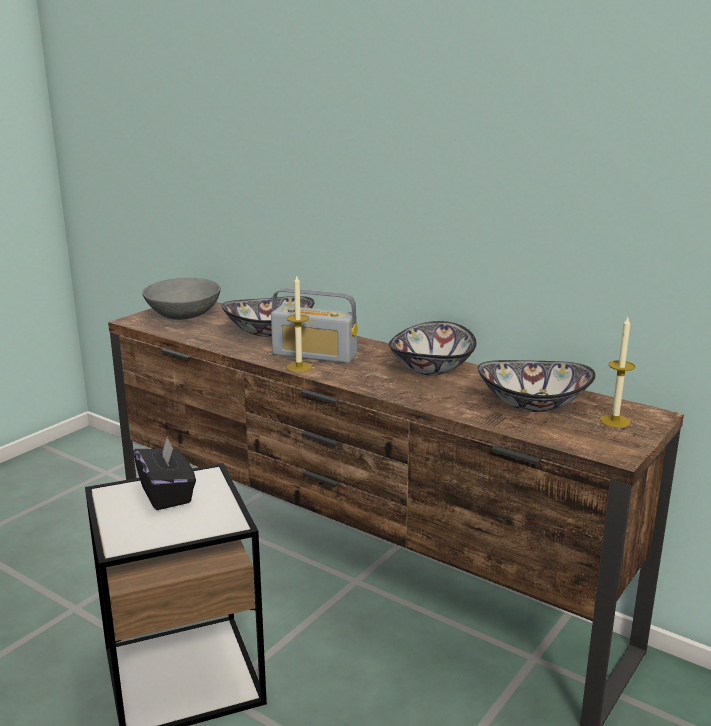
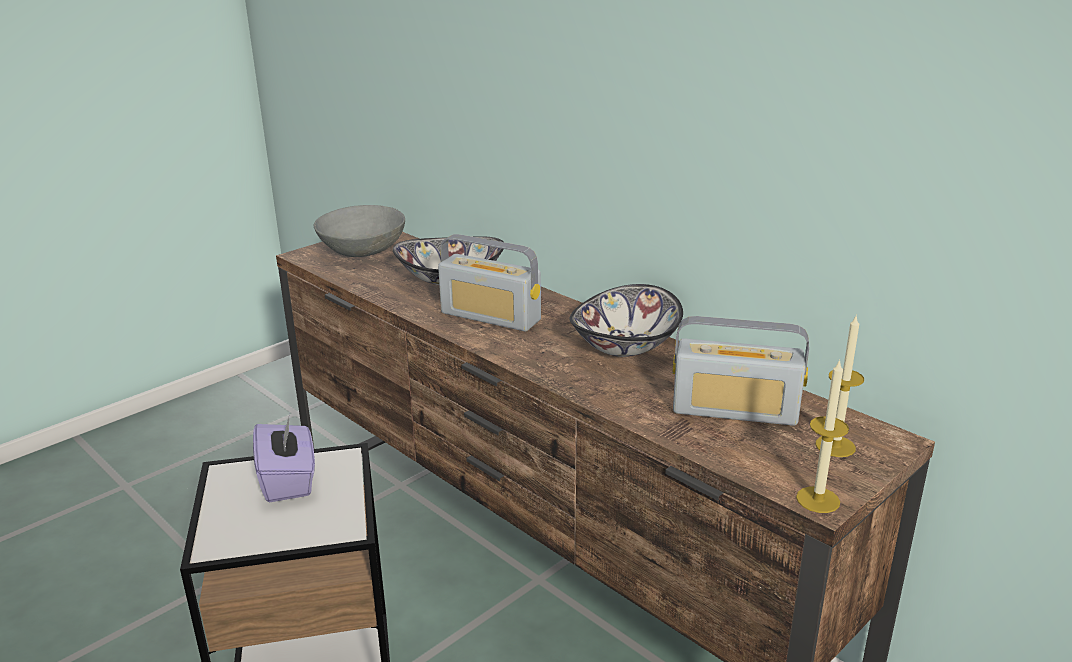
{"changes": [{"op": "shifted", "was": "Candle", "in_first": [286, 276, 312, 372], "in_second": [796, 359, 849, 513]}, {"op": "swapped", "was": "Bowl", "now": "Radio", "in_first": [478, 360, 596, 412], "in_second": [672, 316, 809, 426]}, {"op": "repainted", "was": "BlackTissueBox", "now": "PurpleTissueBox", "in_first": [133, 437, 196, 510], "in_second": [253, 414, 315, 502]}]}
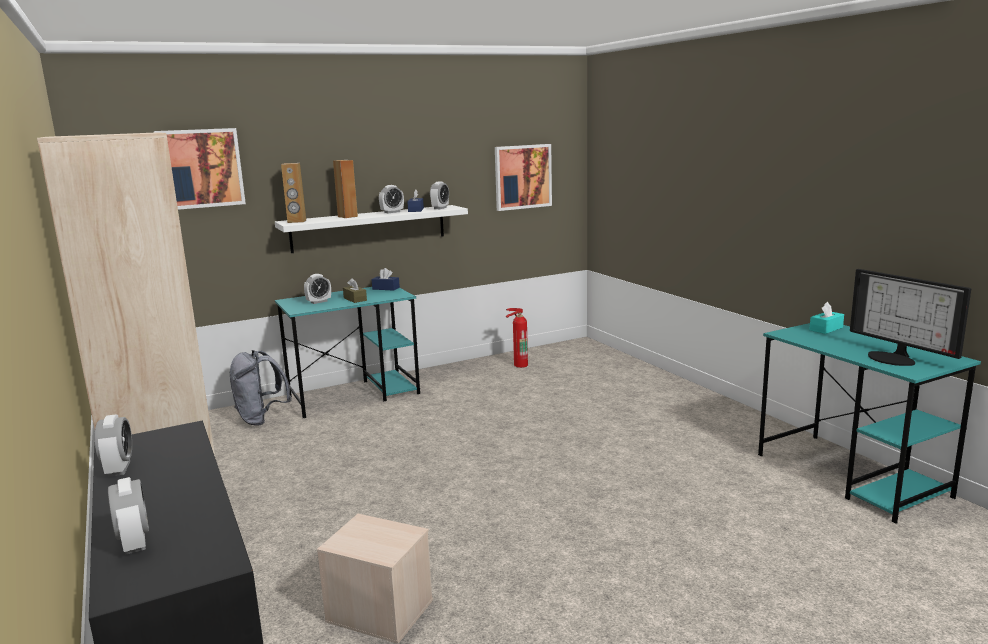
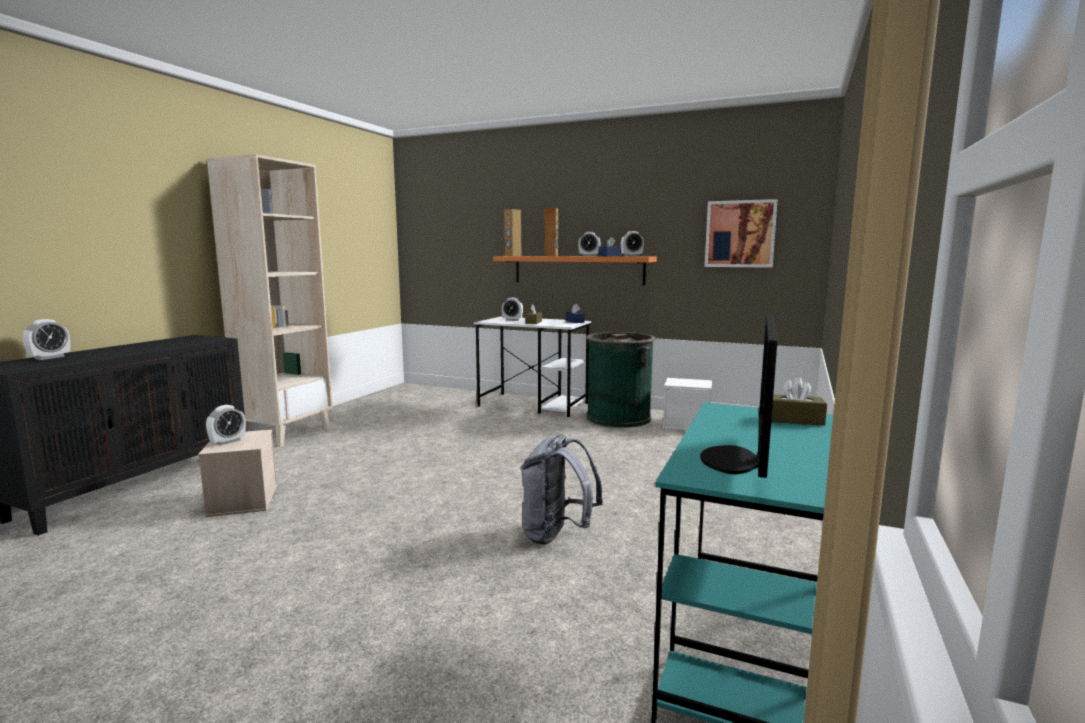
{"changes": [{"op": "gone", "was": "Picture", "in_first": [154, 128, 246, 210]}, {"op": "repainted", "was": "WhiteShelf", "now": "OrangeShelf", "in_first": [275, 205, 468, 253], "in_second": [493, 256, 657, 285]}, {"op": "repainted", "was": "TurquoiseDesk", "now": "WhiteDesk", "in_first": [275, 287, 420, 418], "in_second": [474, 317, 591, 417]}, {"op": "repainted", "was": "TurquoiseTissueBox", "now": "BrownTissueBox", "in_first": [809, 302, 844, 334], "in_second": [771, 377, 827, 426]}, {"op": "swapped", "was": "FireExtinguisher", "now": "WhiteStorageBox", "in_first": [506, 308, 528, 368], "in_second": [663, 378, 712, 430]}, {"op": "shifted", "was": "GreyBackpack", "in_first": [229, 350, 292, 426], "in_second": [521, 435, 603, 545]}, {"op": "shifted", "was": "AlarmClock", "in_first": [95, 414, 132, 477], "in_second": [206, 405, 246, 445]}, {"op": "new", "now": "GreenTrashCan", "in_second": [586, 332, 656, 428]}]}
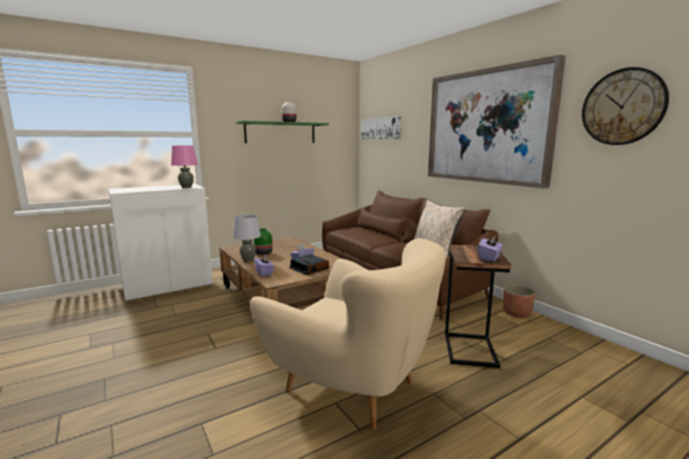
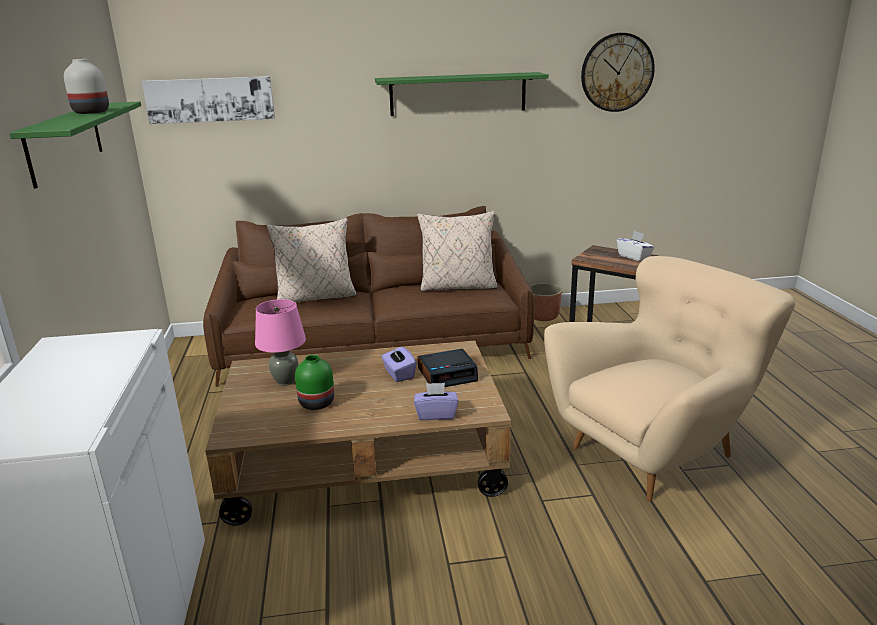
{"changes": [{"op": "swapped", "was": "Picture", "now": "GreenShelf", "in_first": [428, 55, 566, 189], "in_second": [375, 72, 549, 116]}, {"op": "shifted", "was": "PinkTableLamp", "in_first": [171, 146, 198, 188], "in_second": [255, 299, 306, 386]}, {"op": "gone", "was": "GreyTableLamp", "in_first": [233, 214, 261, 261]}, {"op": "repainted", "was": "PurpleTissueBox", "now": "WhiteTissueBox", "in_first": [478, 236, 502, 262], "in_second": [617, 231, 655, 261]}, {"op": "new", "now": "BeigePillow", "in_second": [267, 218, 357, 303]}]}
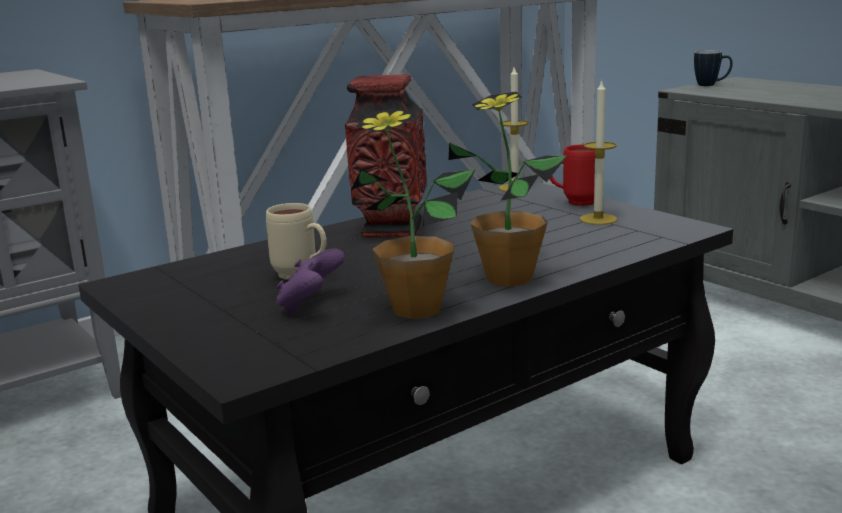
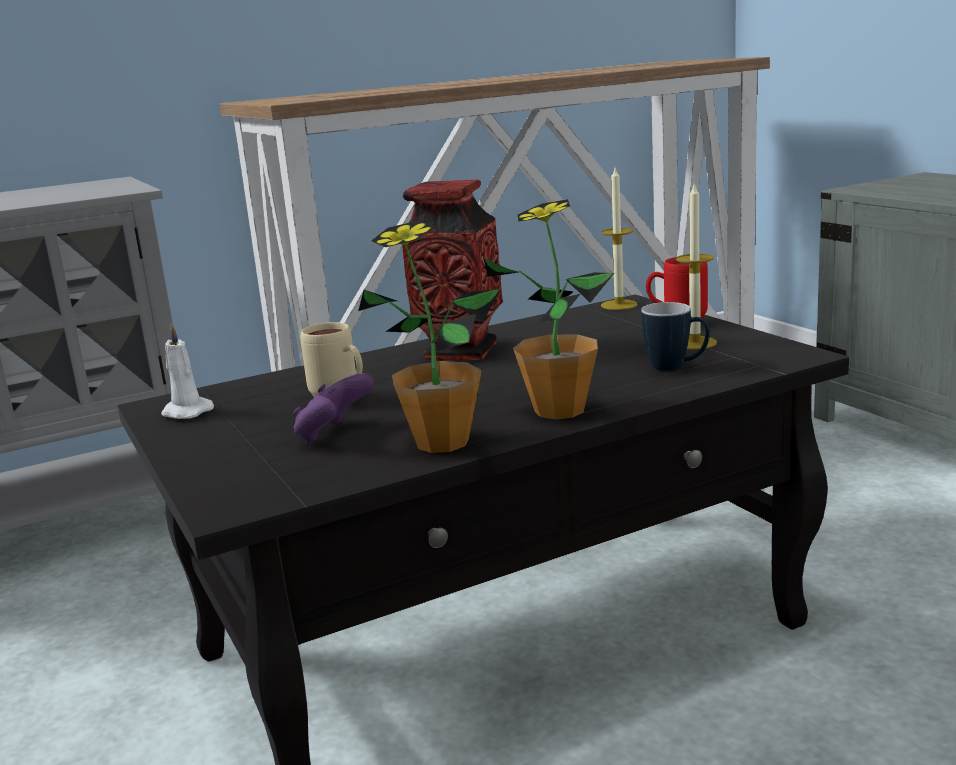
{"changes": [{"op": "shifted", "was": "Mug", "in_first": [694, 50, 733, 86], "in_second": [641, 302, 710, 371]}, {"op": "new", "now": "WhiteCandle", "in_second": [161, 323, 214, 419]}]}
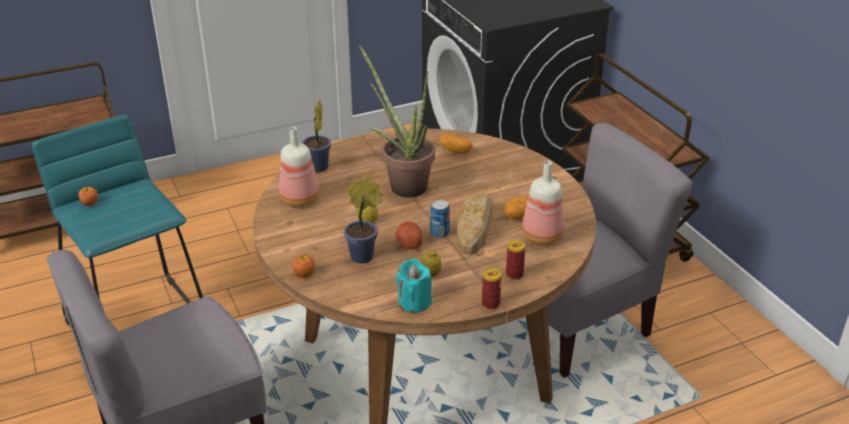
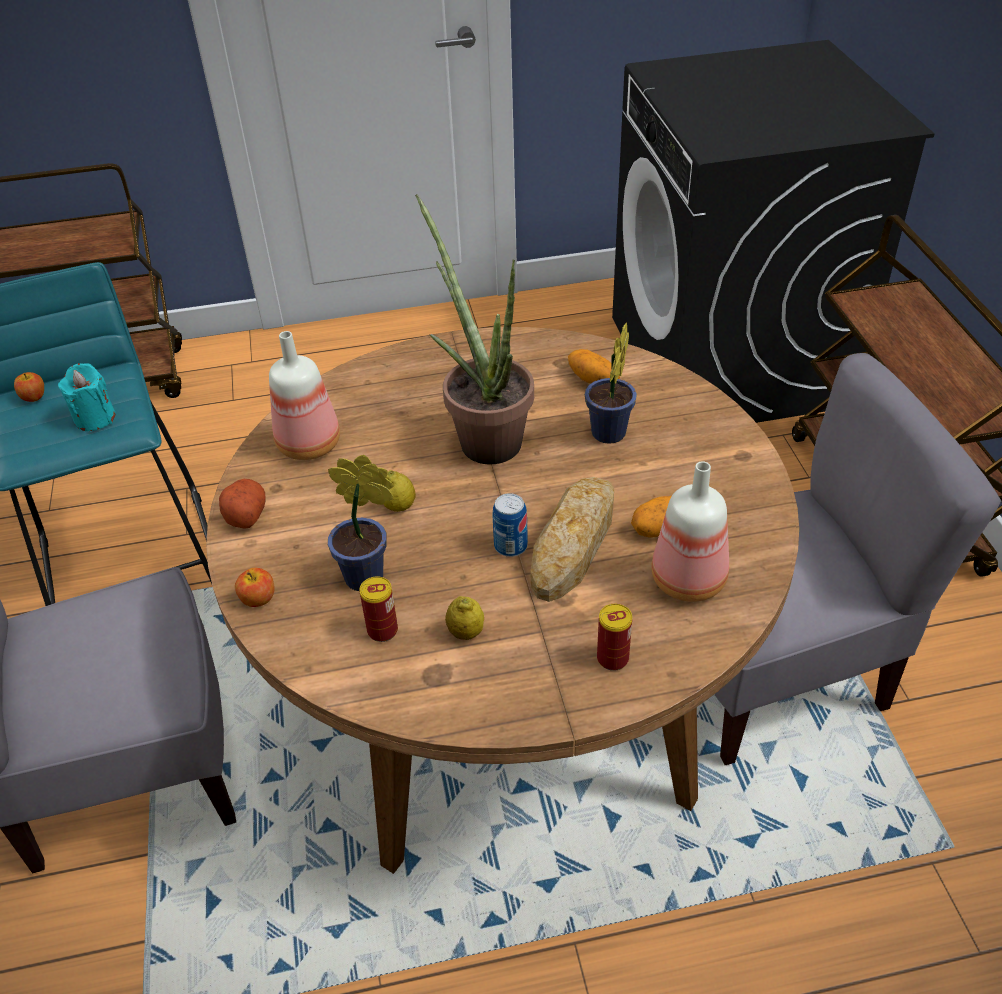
{"changes": [{"op": "shifted", "was": "PottedPlant", "in_first": [302, 99, 331, 172], "in_second": [585, 322, 637, 444]}, {"op": "shifted", "was": "Potato", "in_first": [395, 221, 422, 249], "in_second": [219, 479, 265, 529]}, {"op": "shifted", "was": "TurquoiseCandle", "in_first": [396, 259, 432, 313], "in_second": [58, 363, 115, 431]}, {"op": "shifted", "was": "Can", "in_first": [482, 268, 502, 310], "in_second": [359, 576, 398, 642]}]}
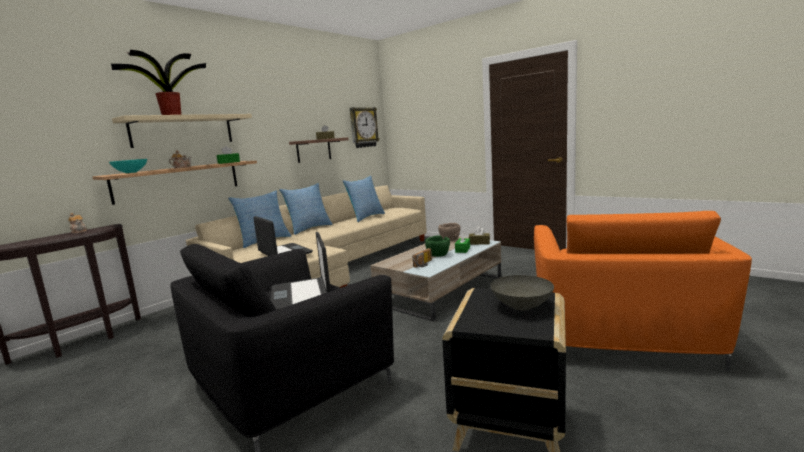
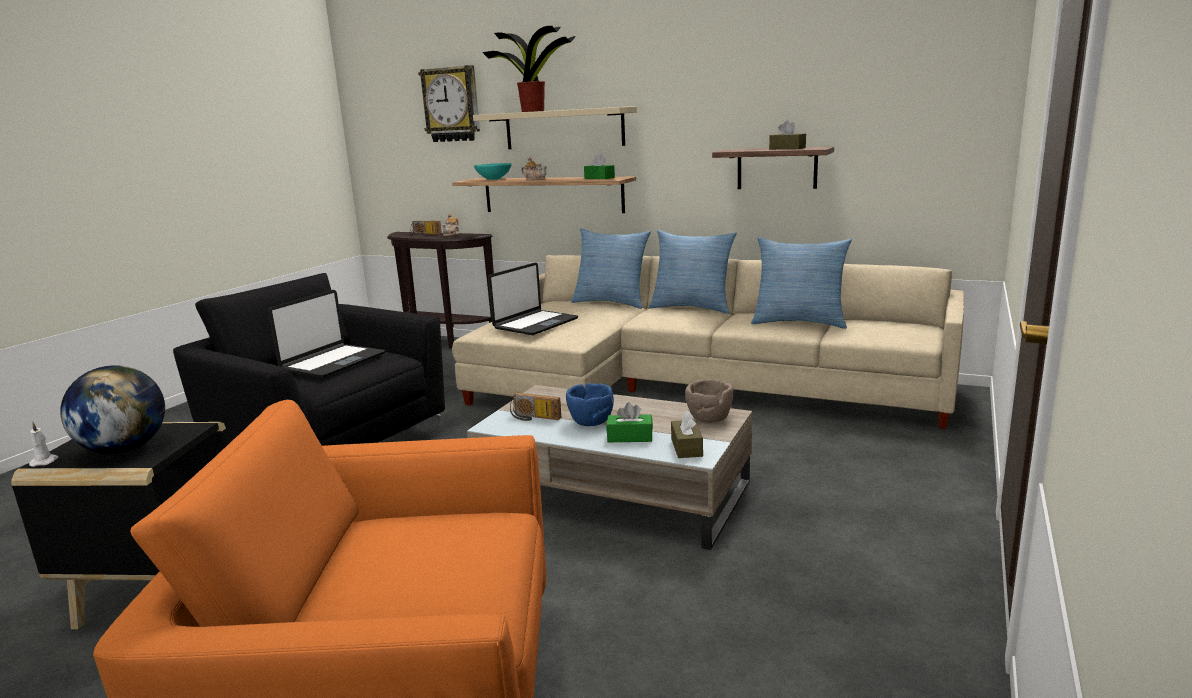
{"changes": [{"op": "shifted", "was": "WallClock", "in_first": [350, 107, 380, 148], "in_second": [418, 65, 480, 142]}, {"op": "rotated", "was": "Laptop", "in_first": [271, 232, 331, 310], "in_second": [268, 290, 385, 378], "clockwise": 150}, {"op": "repainted", "was": "GreenBowl", "now": "BlueBowl", "in_first": [425, 235, 450, 257], "in_second": [566, 383, 614, 426]}, {"op": "swapped", "was": "GreyBowl", "now": "Globe", "in_first": [490, 275, 554, 311], "in_second": [60, 365, 165, 454]}, {"op": "new", "now": "Radio", "in_second": [410, 221, 442, 235]}, {"op": "new", "now": "WhiteCandle", "in_second": [29, 422, 58, 467]}]}
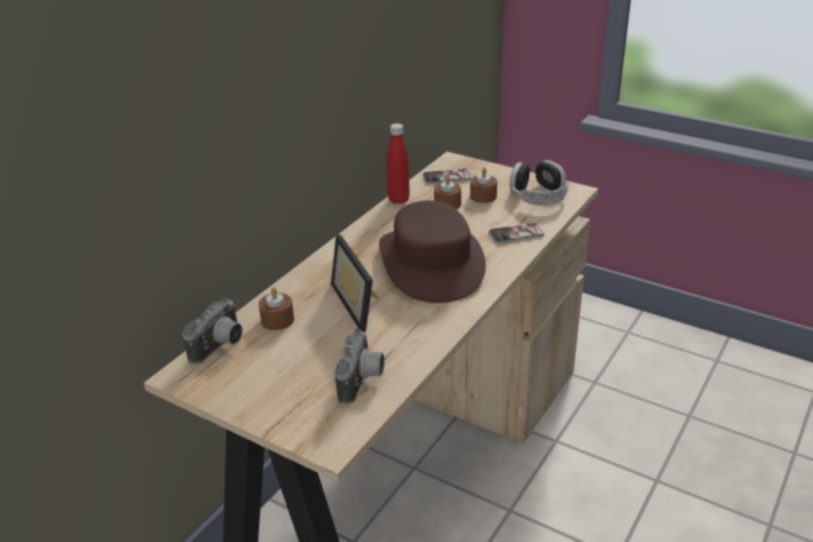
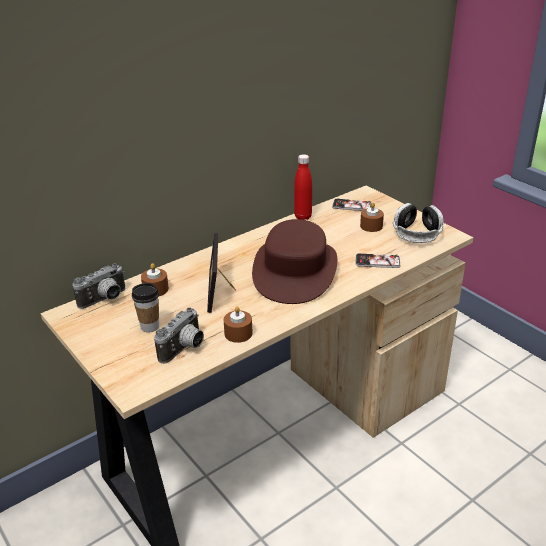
{"changes": [{"op": "shifted", "was": "BrownCandle", "in_first": [434, 175, 461, 209], "in_second": [223, 306, 253, 343]}, {"op": "new", "now": "Cup", "in_second": [132, 283, 159, 333]}]}
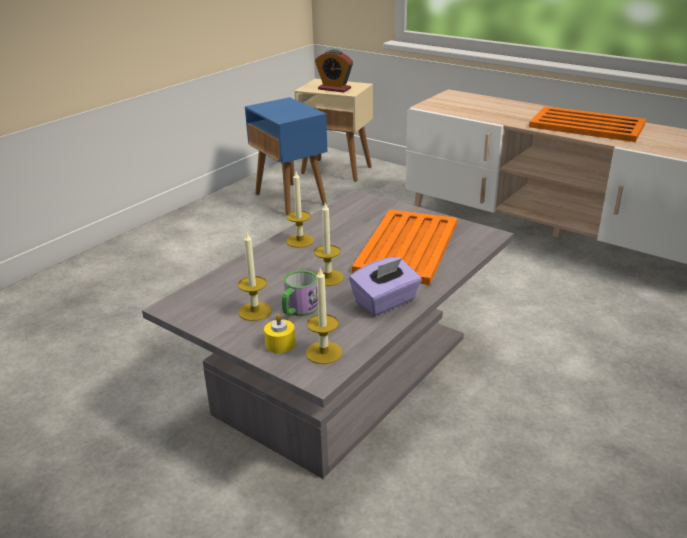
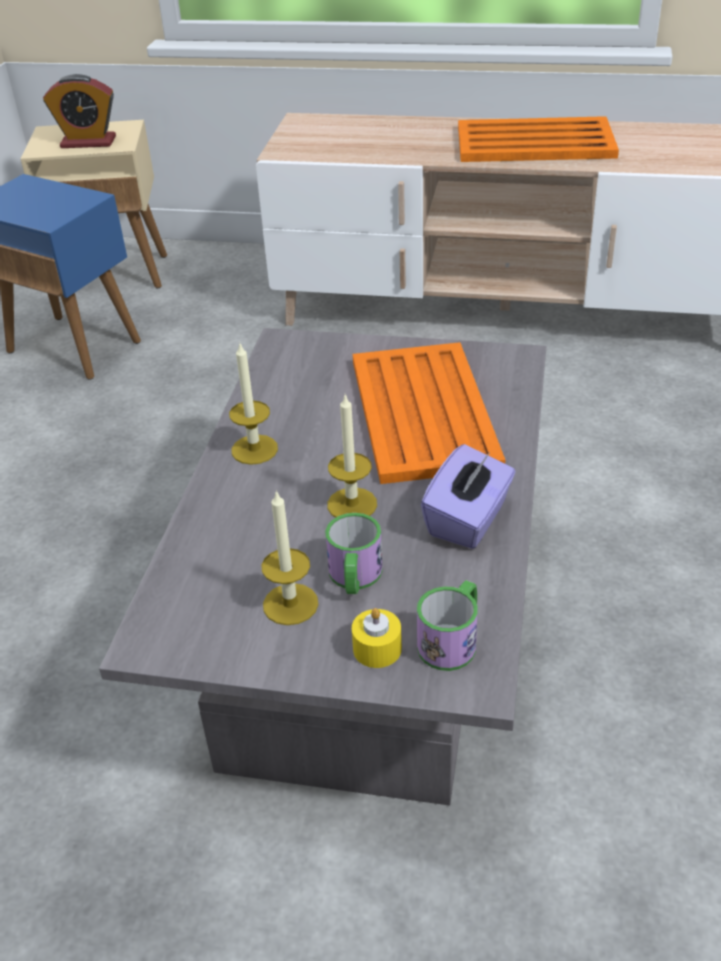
{"changes": [{"op": "swapped", "was": "Candle", "now": "Mug", "in_first": [306, 267, 342, 364], "in_second": [417, 580, 478, 671]}]}
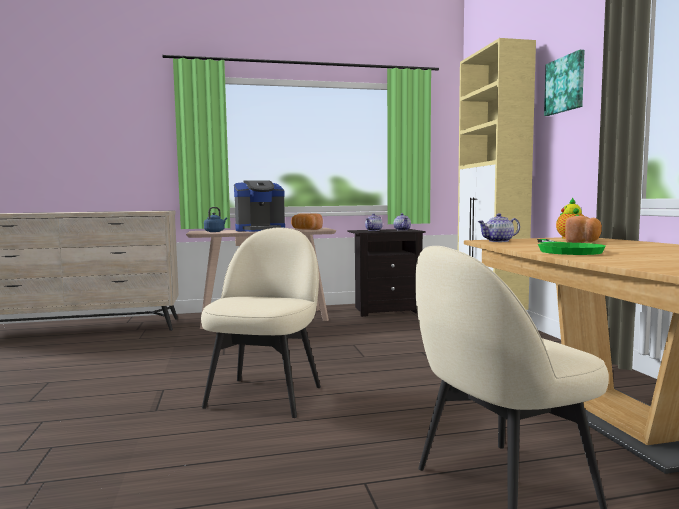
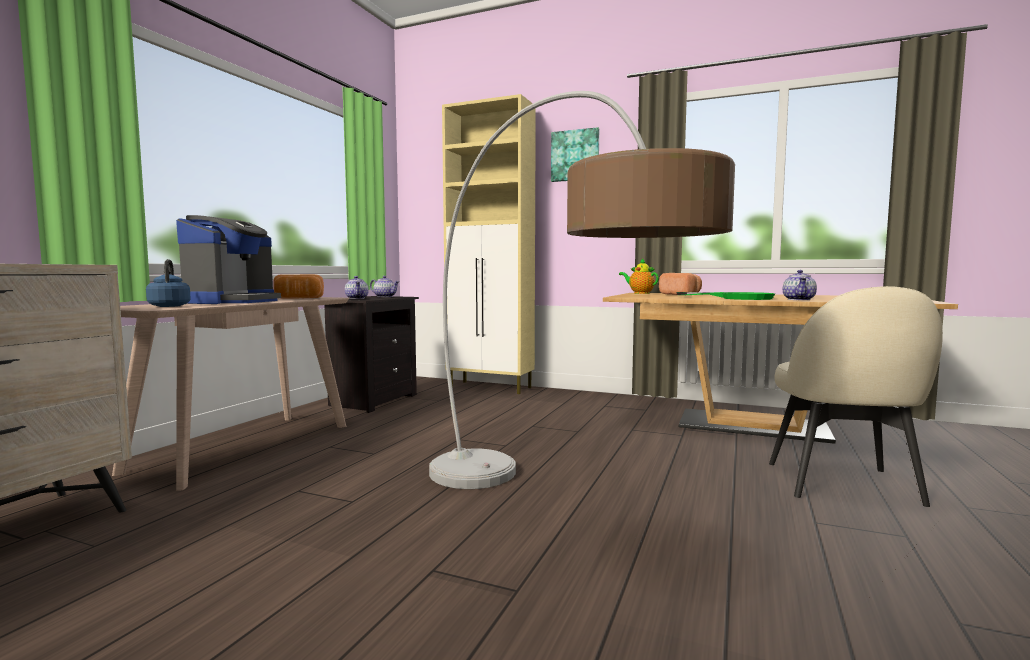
{"changes": [{"op": "shifted", "was": "Teapot", "in_first": [477, 213, 520, 242], "in_second": [783, 270, 817, 300]}, {"op": "swapped", "was": "BeigeChair", "now": "FloorLamp", "in_first": [201, 227, 321, 418], "in_second": [429, 91, 735, 489]}]}
